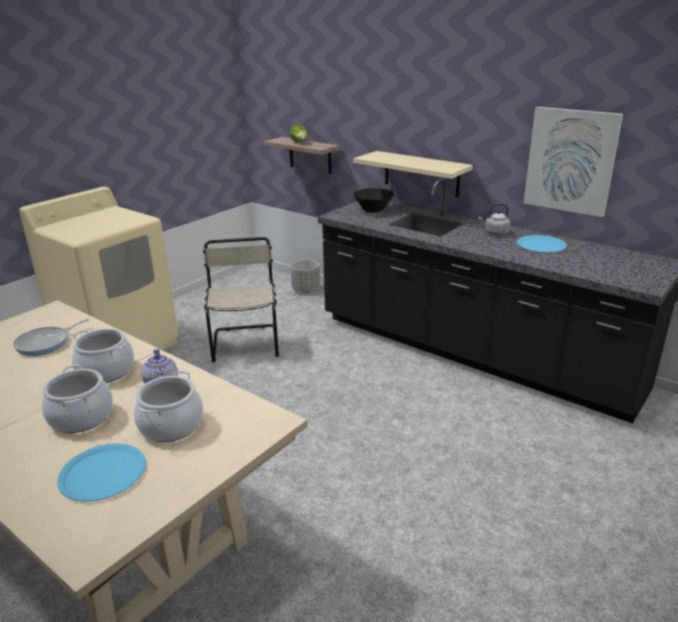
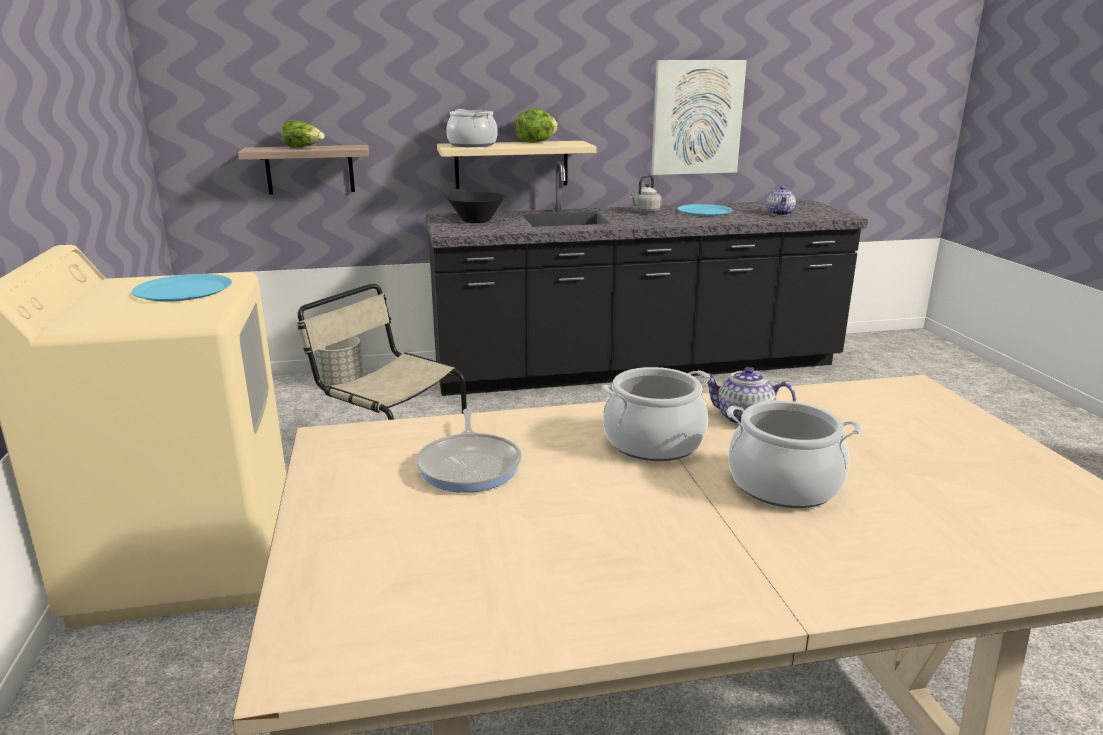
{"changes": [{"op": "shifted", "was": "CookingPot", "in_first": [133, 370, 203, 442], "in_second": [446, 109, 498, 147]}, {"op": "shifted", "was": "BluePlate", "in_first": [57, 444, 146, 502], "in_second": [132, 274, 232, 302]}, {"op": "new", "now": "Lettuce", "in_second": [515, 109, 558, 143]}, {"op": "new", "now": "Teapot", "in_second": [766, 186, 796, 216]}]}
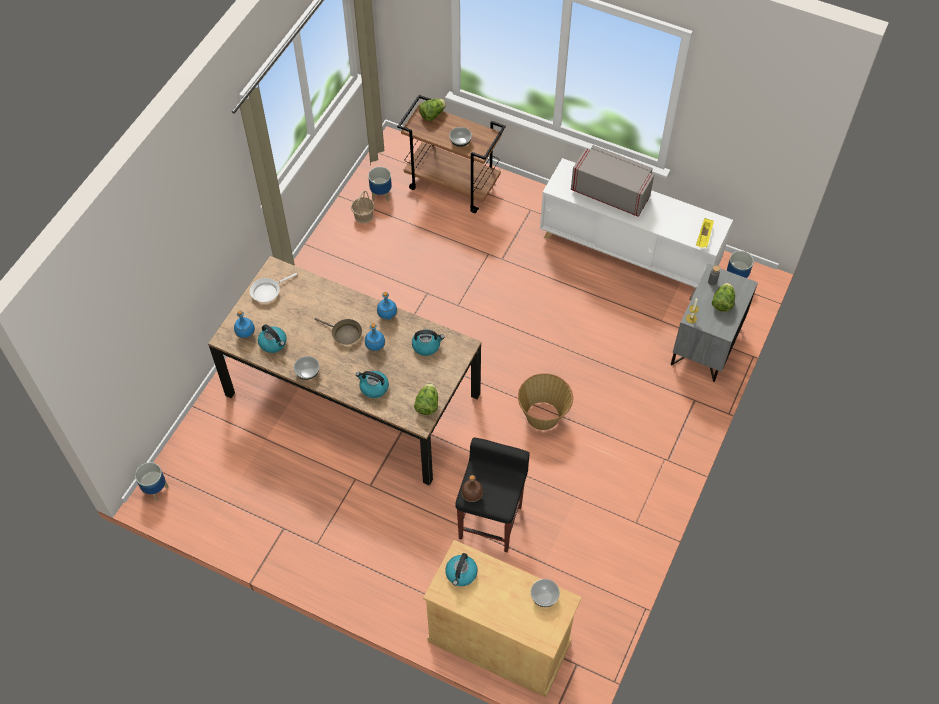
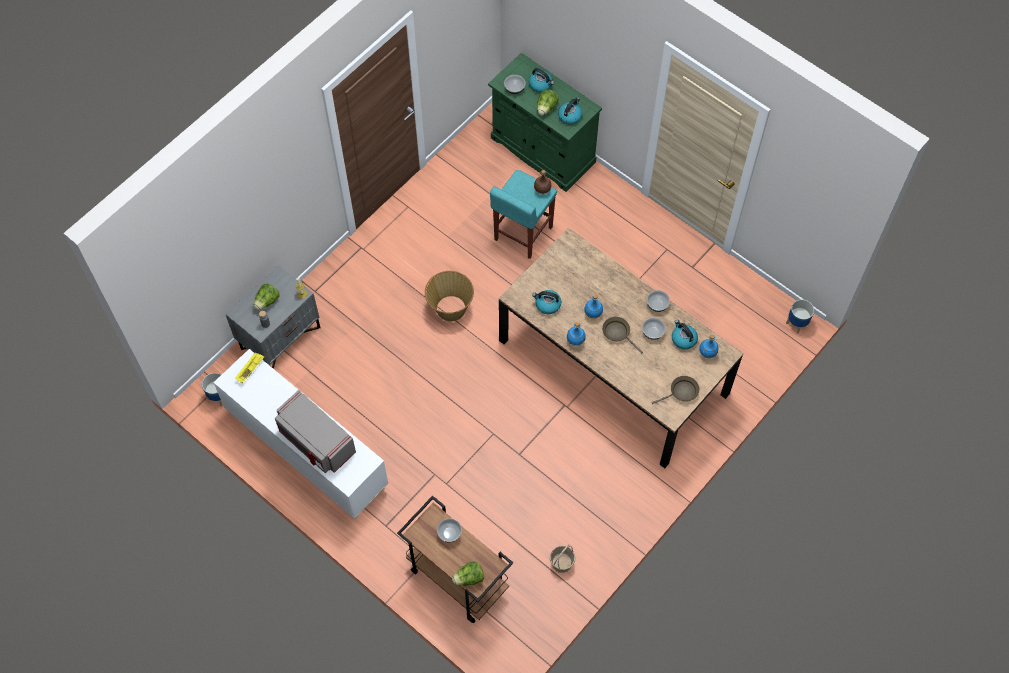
{"changes": [{"op": "gone", "was": "Planter", "in_first": [368, 167, 392, 201]}, {"op": "repainted", "was": "WhiteFryingPan", "now": "BrownFryingPan", "in_first": [250, 273, 297, 303], "in_second": [652, 376, 699, 404]}, {"op": "shifted", "was": "Kettle", "in_first": [356, 371, 389, 398], "in_second": [529, 68, 554, 93]}, {"op": "shifted", "was": "Lettuce", "in_first": [414, 383, 438, 415], "in_second": [537, 89, 559, 115]}, {"op": "repainted", "was": "BlackStool", "now": "TurquoiseStool", "in_first": [455, 438, 530, 552], "in_second": [490, 170, 557, 259]}, {"op": "repainted", "was": "BeigeCabinet", "now": "GreenCabinet", "in_first": [423, 540, 582, 698], "in_second": [488, 53, 602, 192]}, {"op": "new", "now": "Bowl", "in_second": [642, 318, 666, 340]}]}
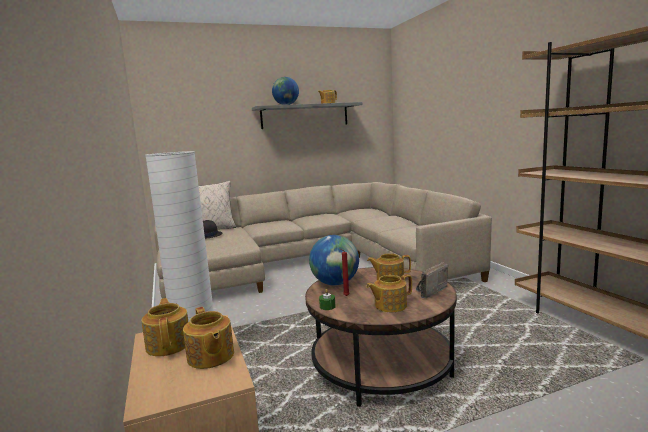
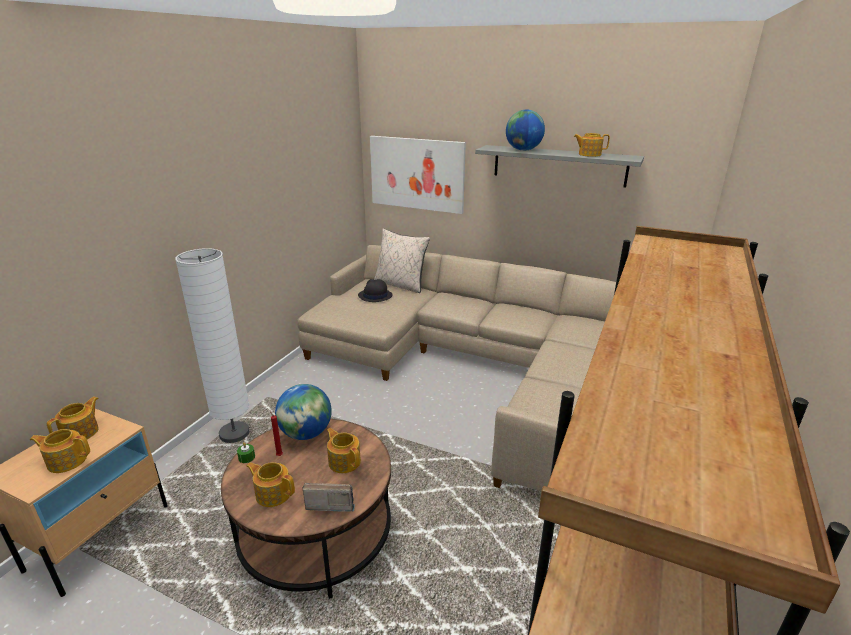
{"changes": [{"op": "rotated", "was": "Teapot", "in_first": [183, 307, 234, 369], "in_second": [30, 429, 90, 473], "clockwise": 75}, {"op": "new", "now": "Picture", "in_second": [370, 136, 466, 214]}]}
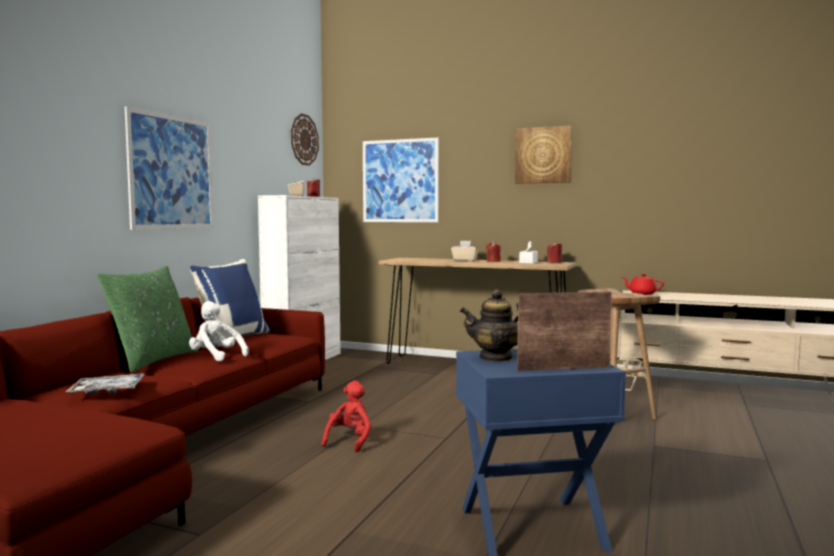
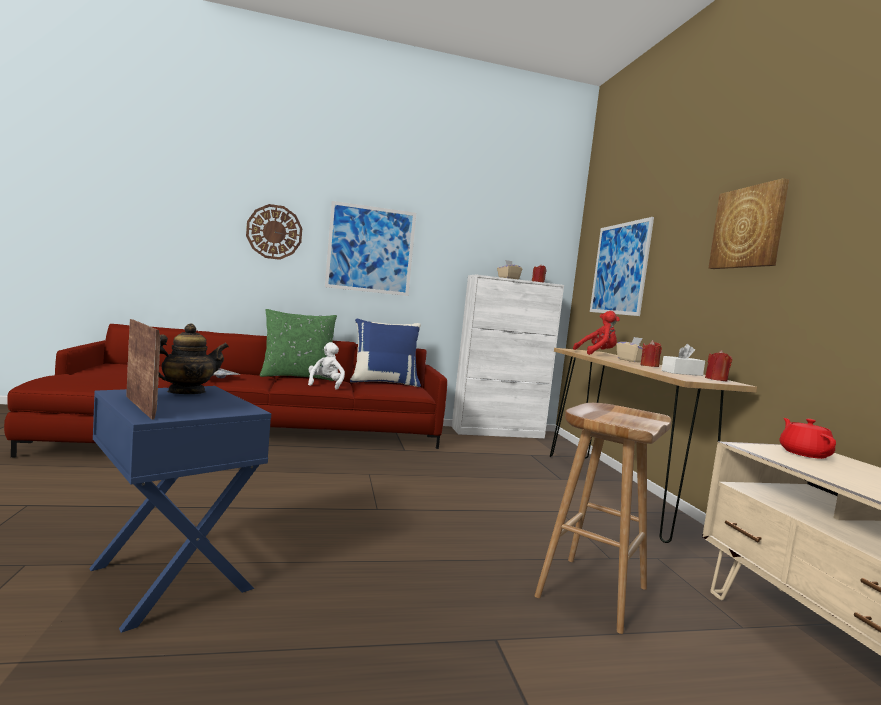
{"changes": [{"op": "shifted", "was": "WallClock", "in_first": [291, 113, 319, 166], "in_second": [246, 204, 302, 260]}, {"op": "rotated", "was": "Teapot", "in_first": [460, 289, 518, 362], "in_second": [159, 324, 229, 394], "clockwise": 90}, {"op": "shifted", "was": "RedPlushToy", "in_first": [321, 381, 371, 452], "in_second": [573, 311, 620, 355]}]}
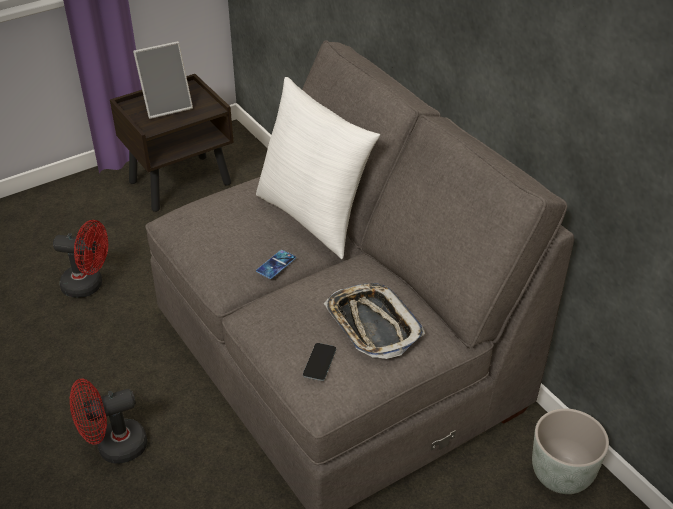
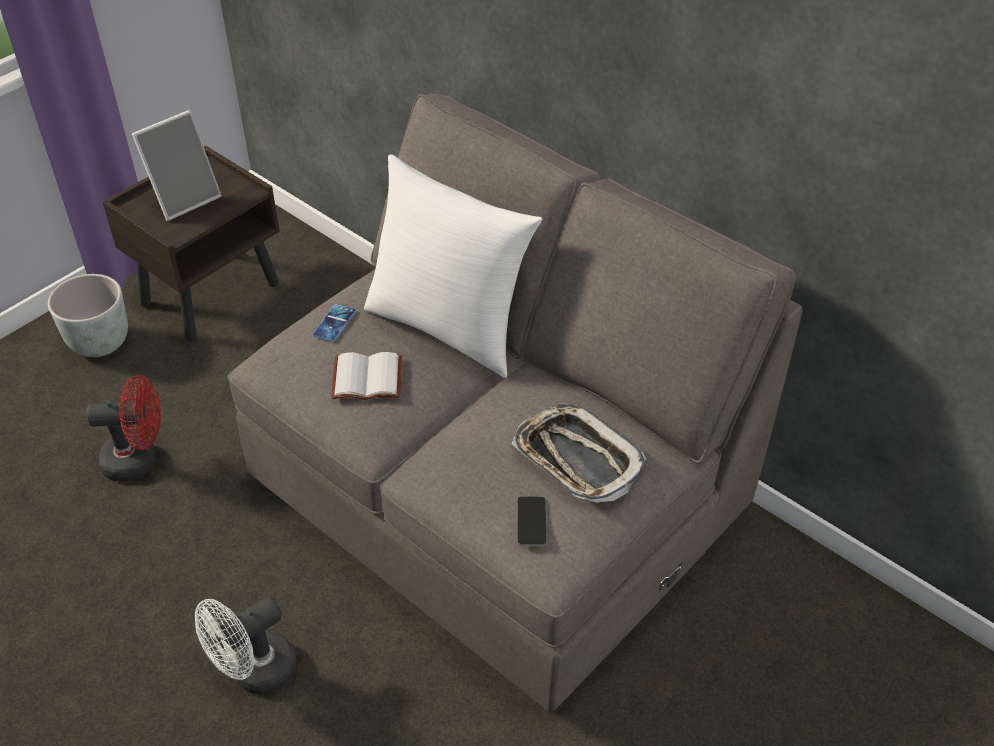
{"changes": [{"op": "shifted", "was": "Phone", "in_first": [256, 250, 296, 279], "in_second": [313, 304, 356, 342]}, {"op": "repainted", "was": "RedFan", "now": "WhiteFan", "in_first": [70, 379, 147, 464], "in_second": [195, 598, 297, 694]}, {"op": "shifted", "was": "GreyPlanter", "in_first": [532, 409, 609, 494], "in_second": [48, 274, 128, 357]}, {"op": "new", "now": "WhiteBook", "in_second": [331, 352, 402, 400]}]}
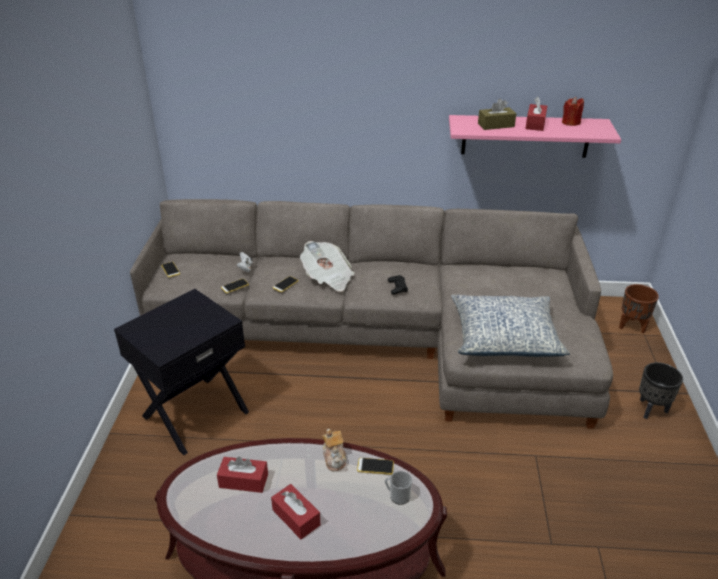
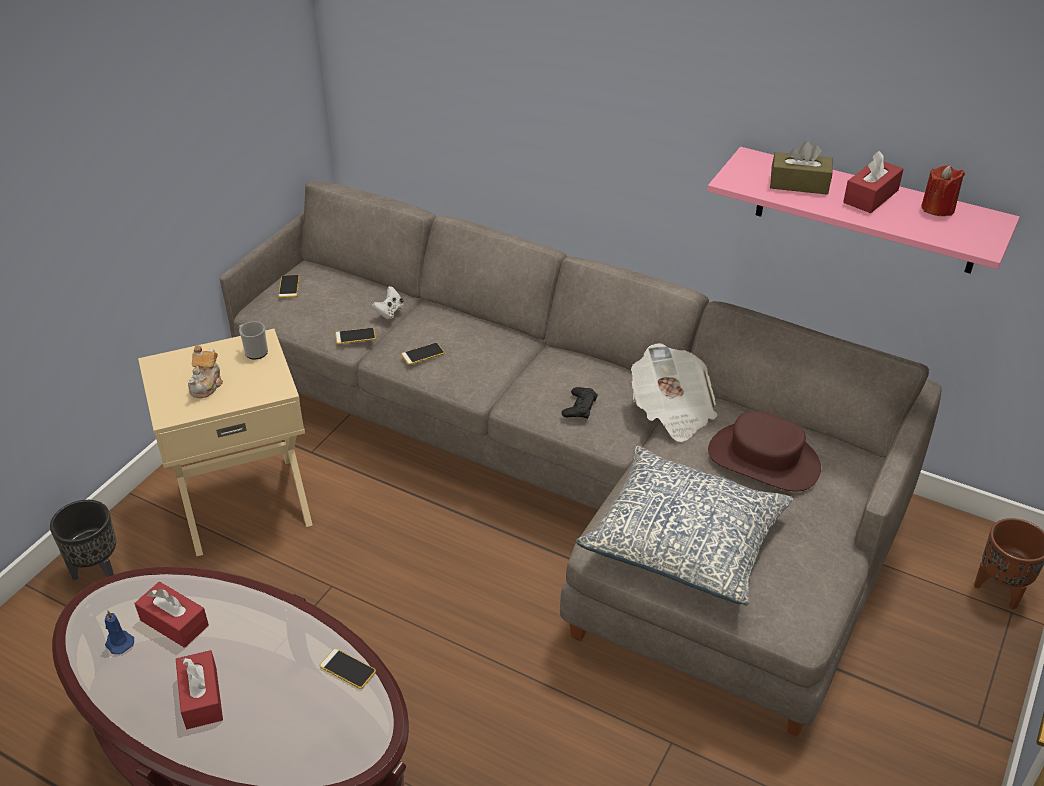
{"changes": [{"op": "shifted", "was": "Newspaper", "in_first": [300, 241, 355, 292], "in_second": [631, 343, 717, 442]}, {"op": "repainted", "was": "BlackSideTable", "now": "BeigeSideTable", "in_first": [114, 289, 249, 455], "in_second": [138, 329, 312, 556]}, {"op": "shifted", "was": "BlackPlanter", "in_first": [639, 362, 683, 419], "in_second": [50, 500, 116, 580]}, {"op": "shifted", "was": "Teapot", "in_first": [322, 429, 346, 471], "in_second": [188, 345, 223, 398]}, {"op": "shifted", "was": "Mug", "in_first": [385, 471, 412, 505], "in_second": [239, 321, 268, 359]}, {"op": "new", "now": "BrownHat", "in_second": [708, 411, 821, 492]}, {"op": "new", "now": "BlueCandle", "in_second": [105, 611, 134, 654]}]}
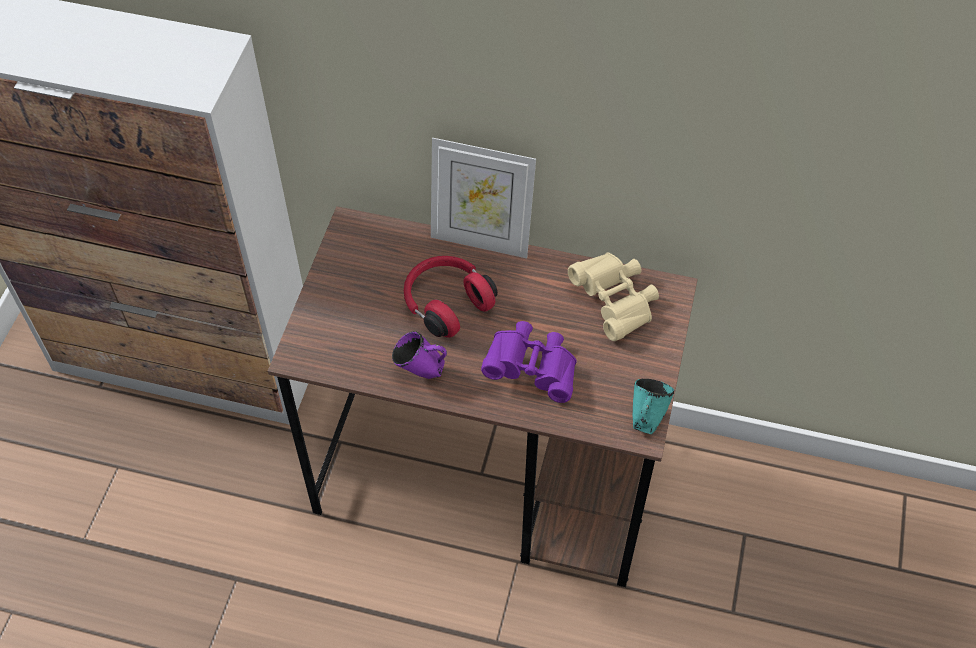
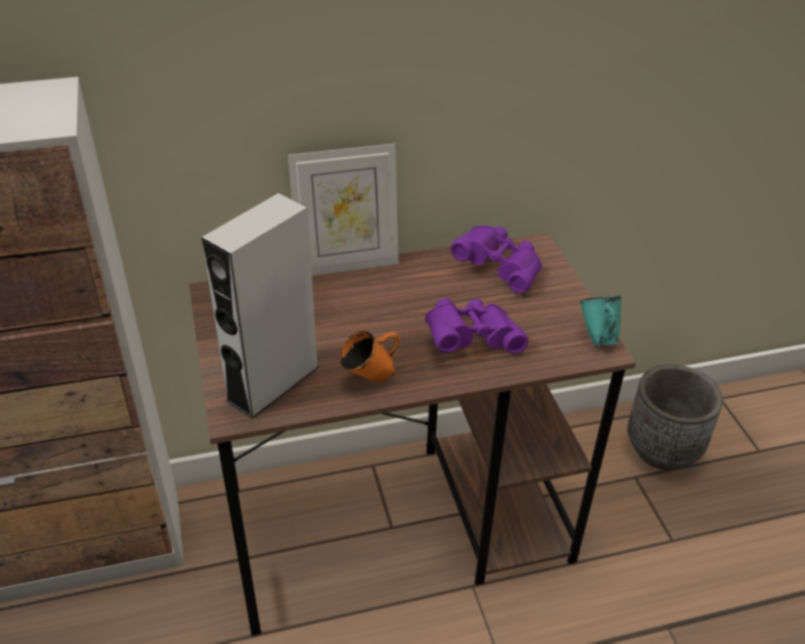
{"changes": [{"op": "repainted", "was": "BeigeBinoculars", "now": "PurpleBinoculars", "in_first": [568, 252, 659, 341], "in_second": [450, 226, 542, 293]}, {"op": "gone", "was": "RedHeadphones", "in_first": [404, 256, 498, 338]}, {"op": "repainted", "was": "PurpleMug", "now": "OrangeMug", "in_first": [392, 331, 447, 379], "in_second": [340, 331, 400, 382]}, {"op": "new", "now": "GreySpeaker", "in_second": [201, 193, 319, 419]}, {"op": "new", "now": "GreyPlanter", "in_second": [627, 364, 723, 470]}]}
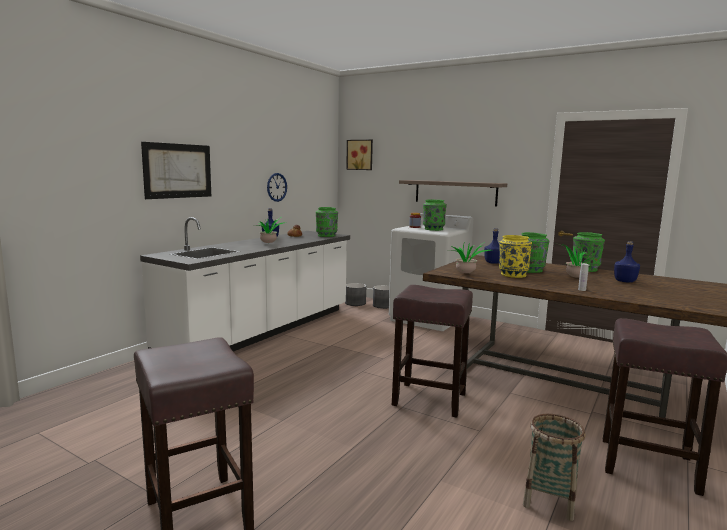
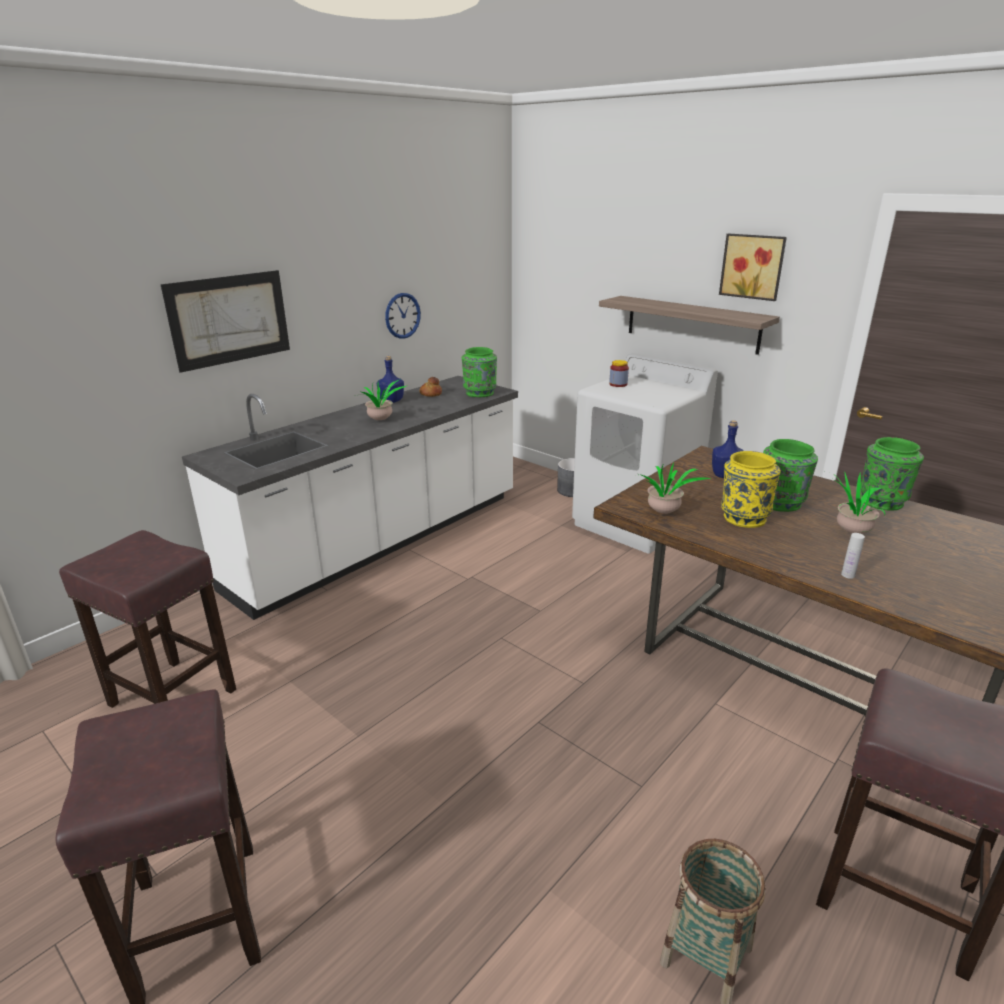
{"changes": [{"op": "shifted", "was": "Picture", "in_first": [346, 140, 373, 170], "in_second": [719, 233, 787, 301]}, {"op": "gone", "was": "GreenVase", "in_first": [423, 200, 447, 231]}, {"op": "gone", "was": "BlueBottle", "in_first": [614, 241, 640, 283]}, {"op": "gone", "was": "GreyPlanter", "in_first": [345, 283, 366, 306]}, {"op": "shifted", "was": "BrownStool", "in_first": [392, 285, 473, 418], "in_second": [59, 530, 236, 708]}]}
